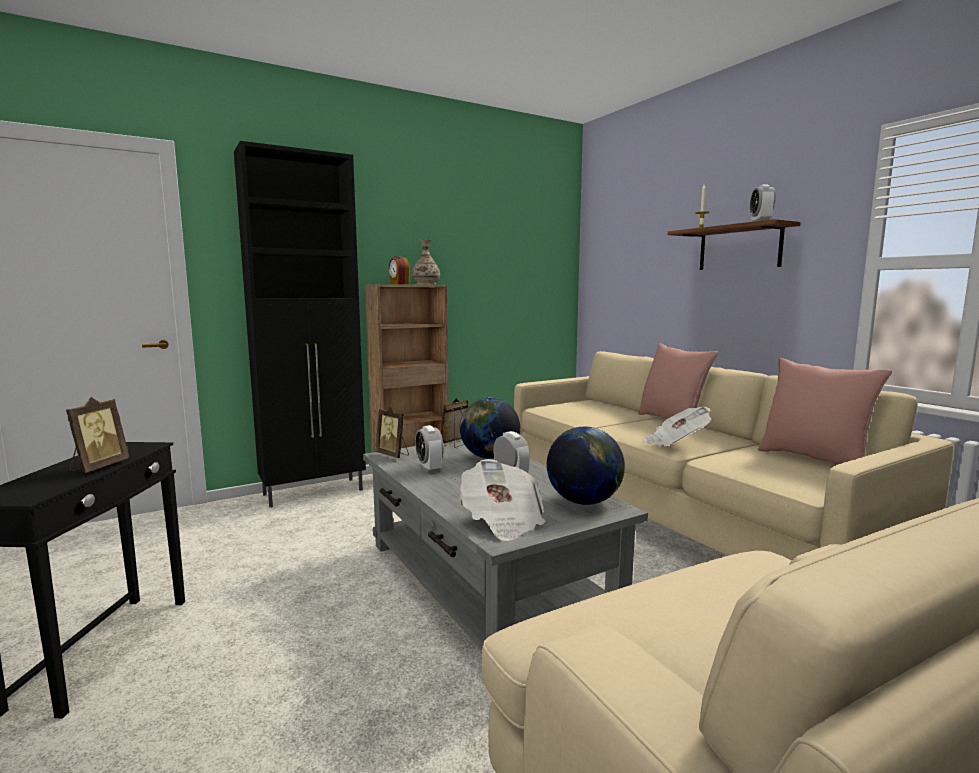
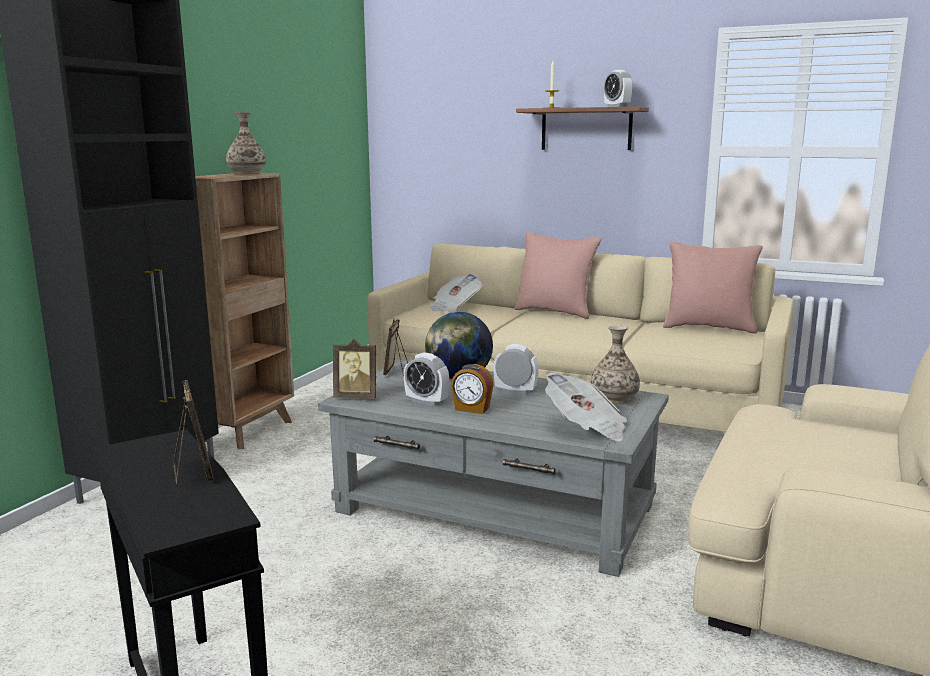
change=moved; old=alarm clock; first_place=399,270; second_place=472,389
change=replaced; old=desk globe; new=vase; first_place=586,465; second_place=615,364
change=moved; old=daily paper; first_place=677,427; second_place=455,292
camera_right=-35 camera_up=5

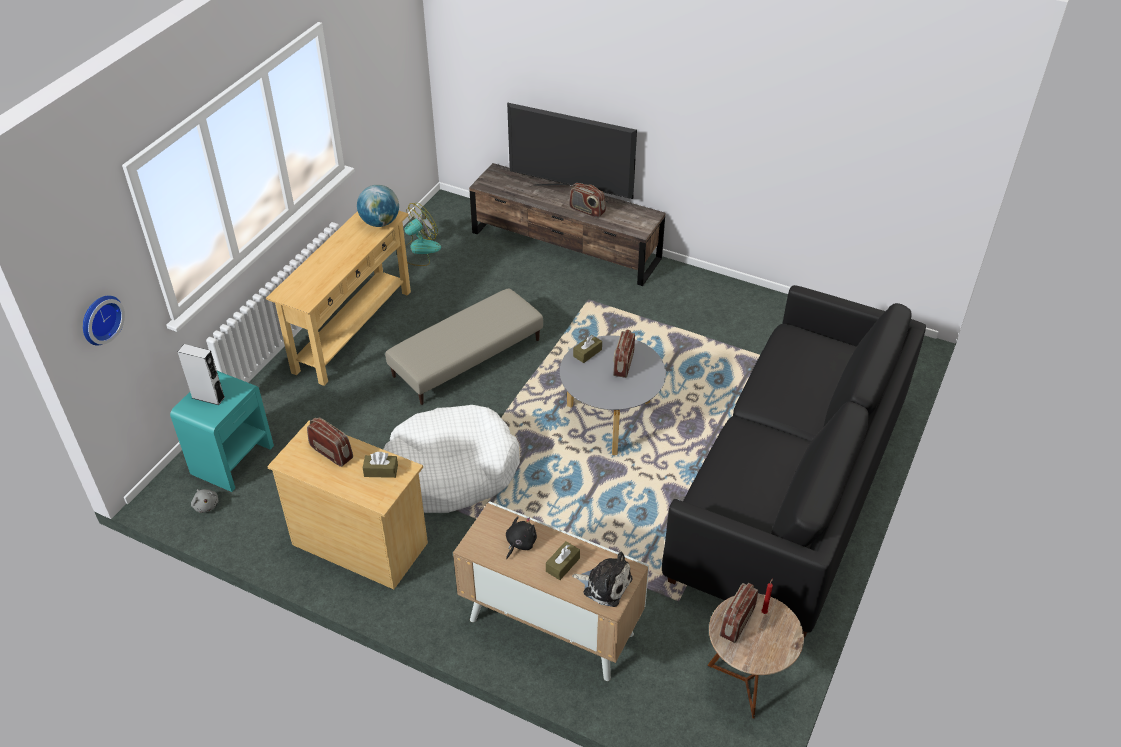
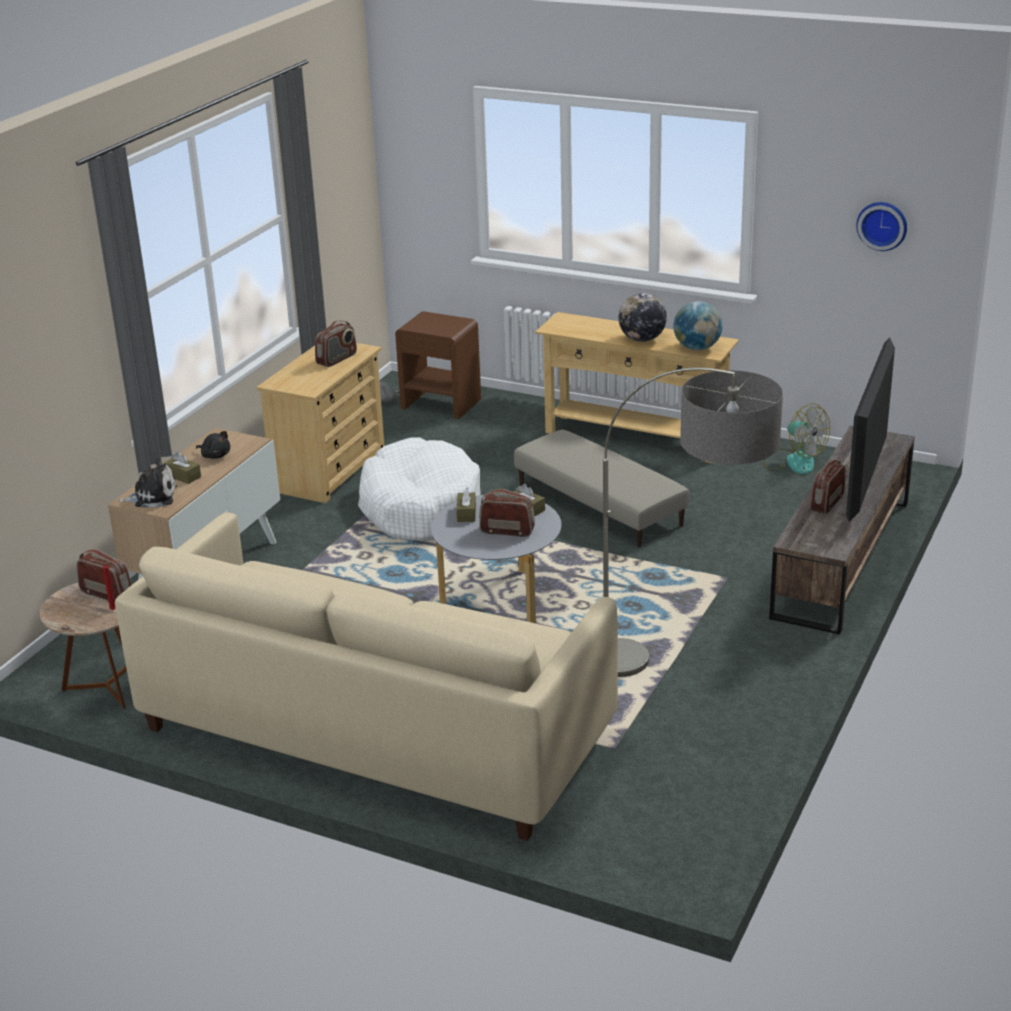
change=moved; old=clock on the wall; first_place=104,321; second_place=881,226
change=recoloured; old=bedside table (turquoise); new=bedside table (brown-coloured); first_place=222,431; second_place=438,365
change=removed; old=loudspeaker (gray); first_place=201,374
change=moved; old=tissue box (brown-coloured); first_place=380,465; second_place=466,504
change=turned; old=soft toy; first_place=602,579; second_place=147,483; degrees=-120
change=recoloured; old=sofa (black-coloured); new=sofa (beige); first_place=794,461; second_place=366,676
change=added; new=standard lamp; second_place=693,522
change=added; new=desk globe; second_place=643,317
camera_right=90 camera_up=-15

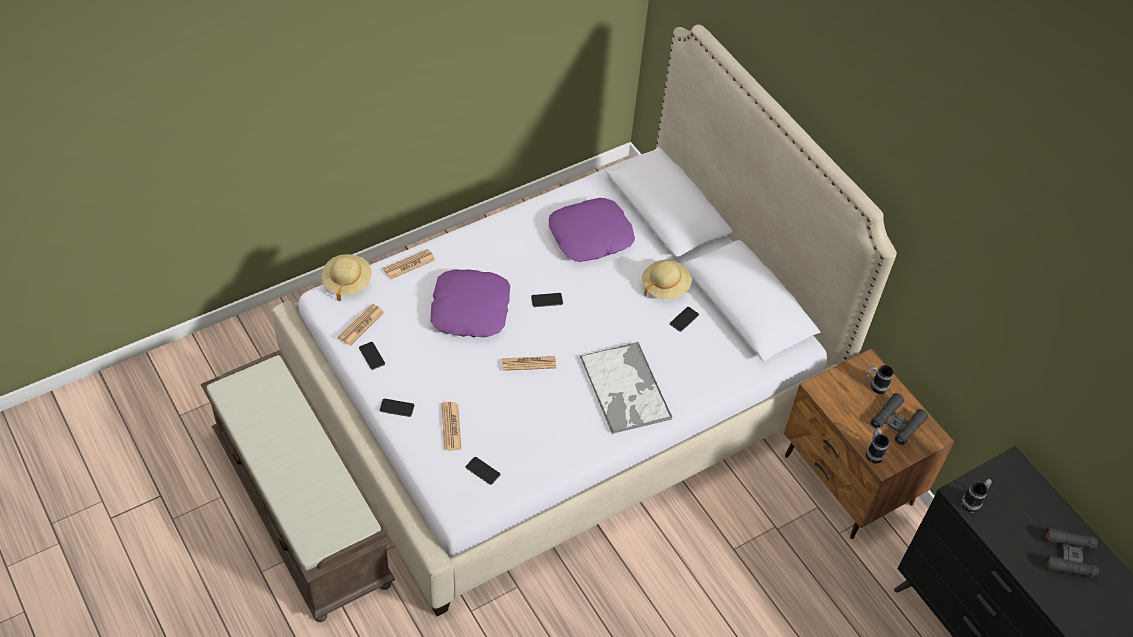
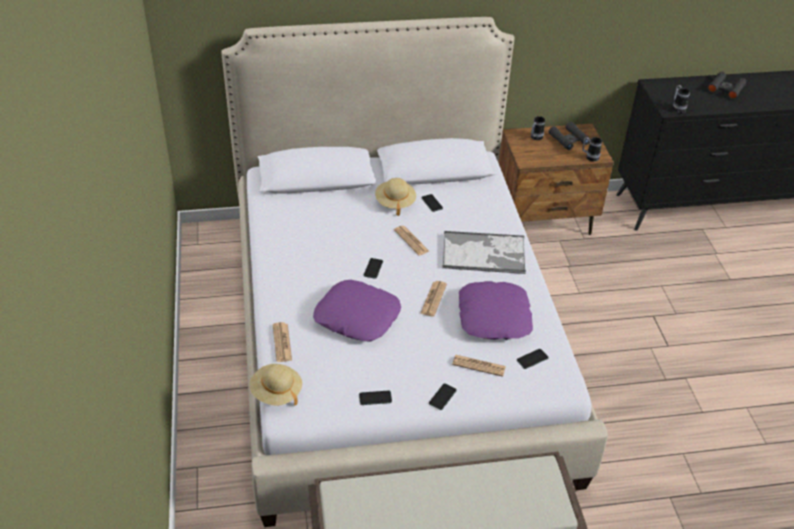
change=moved; old=daily paper; first_place=361,325; second_place=411,240
change=moved; old=cushion (purple-coloured); first_place=592,230; second_place=496,310
camera_right=-65 camera_up=-10

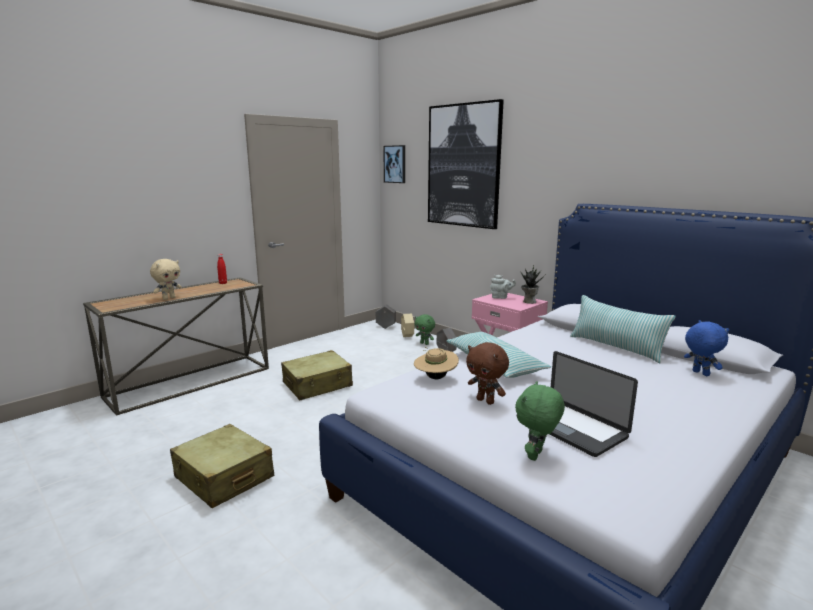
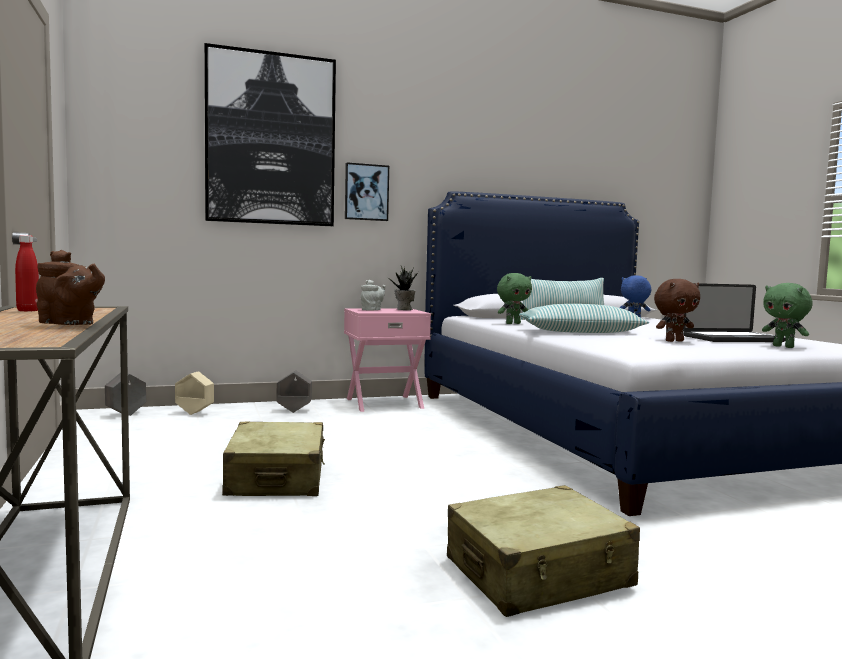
change=replaced; old=soft toy (beige); new=teapot (brown-coloured); first_place=166,279; second_place=70,287
change=moved; old=wall picture; first_place=394,164; second_place=367,191
change=removed; old=clothing hat (beige); first_place=436,363
change=moved; old=soft toy (green); first_place=425,329; second_place=514,298
camera_right=-65 camera_up=-10

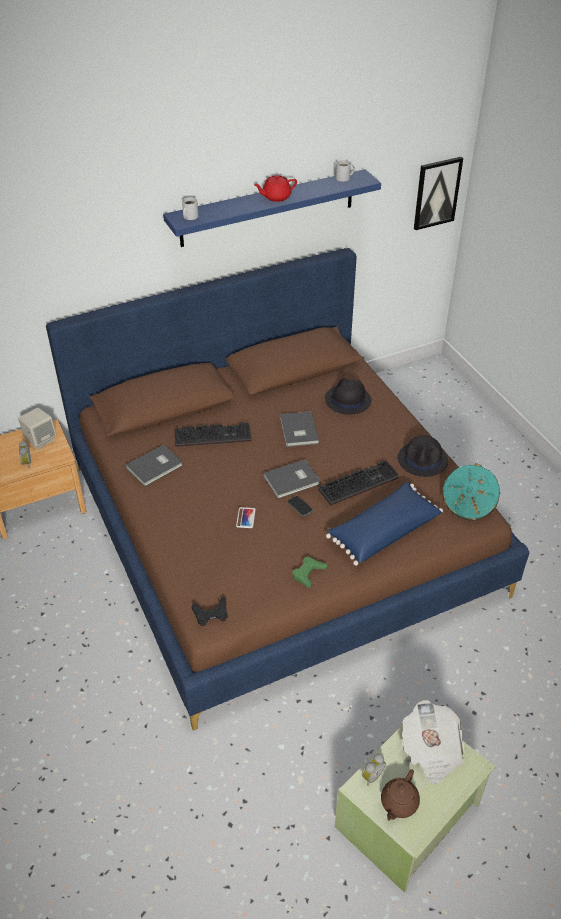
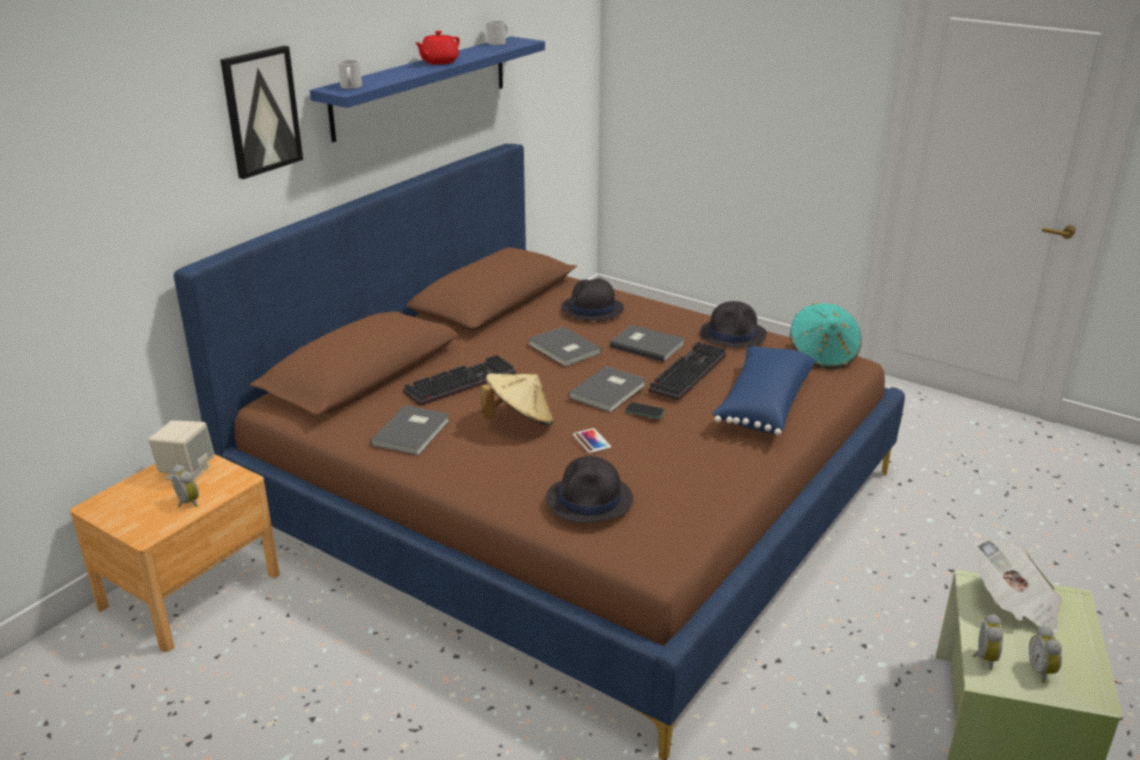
change=removed; old=gamepad (black-coloured); first_place=209,611
change=removed; old=gamepad (green); first_place=310,572
change=replaced; old=teapot (brown-coloured); new=alarm clock; first_place=400,795; second_place=1045,654
change=moved; old=wall picture; first_place=438,193; second_place=261,112
change=added; new=clothing hat (beige); second_place=517,399
change=added; new=clothing hat (black-coloured); second_place=589,489
change=added; new=book (gray); second_place=647,343
camera_right=-30 camera_up=-15

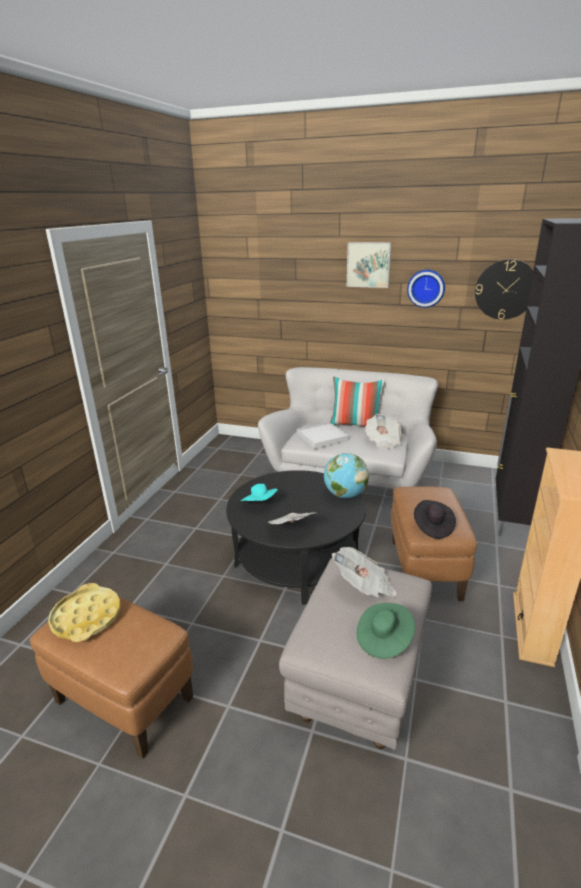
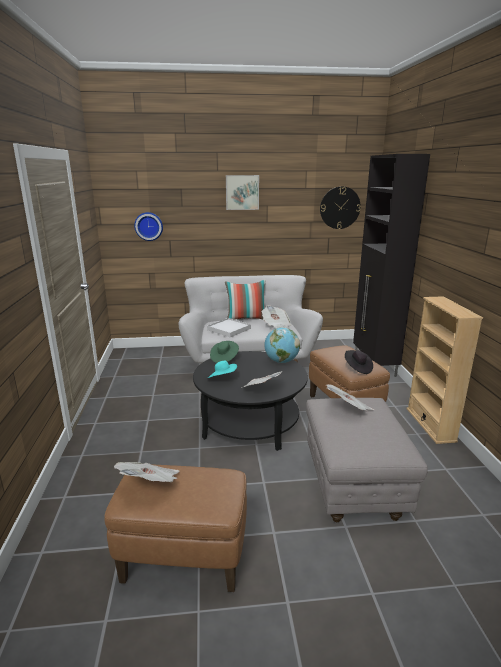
change=replaced; old=serving tray (yellow); new=daily paper; first_place=84,612; second_place=146,472
change=moved; old=clothing hat (green); first_place=386,631; second_place=224,352
change=moved; old=clock on the wall; first_place=426,289; second_place=148,226
camera_right=-25 camera_up=-5

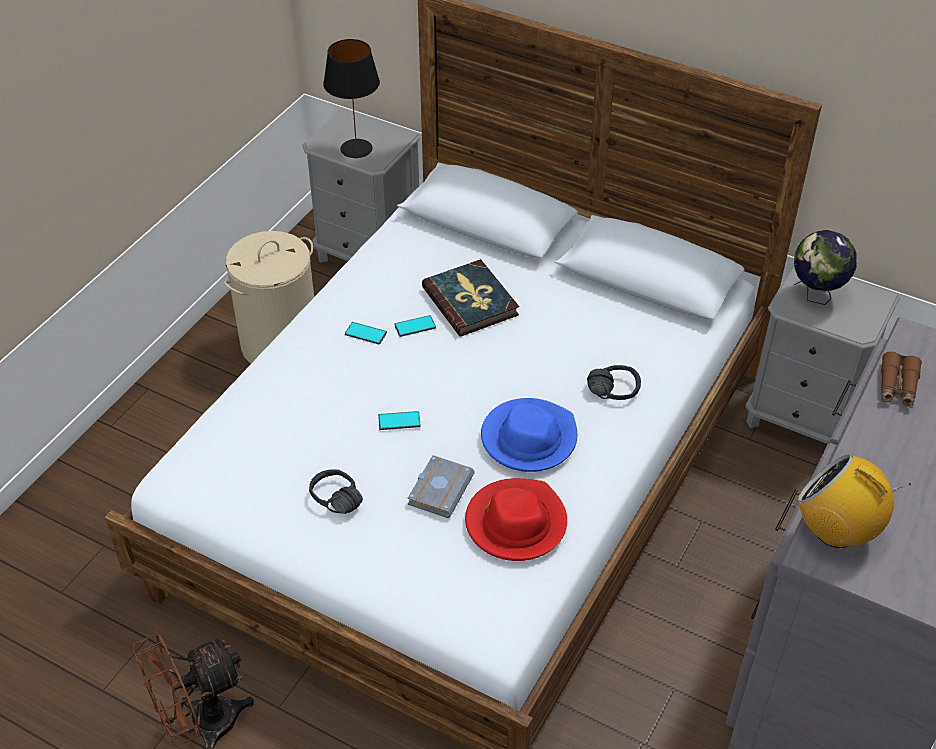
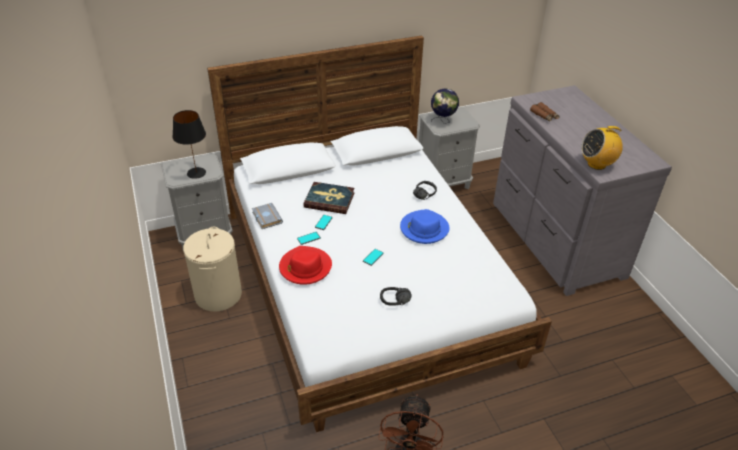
change=moved; old=book (gray); first_place=441,486; second_place=267,216
change=moved; old=clothing hat (red); first_place=516,519; second_place=305,265
camera_right=-50 camera_up=-5

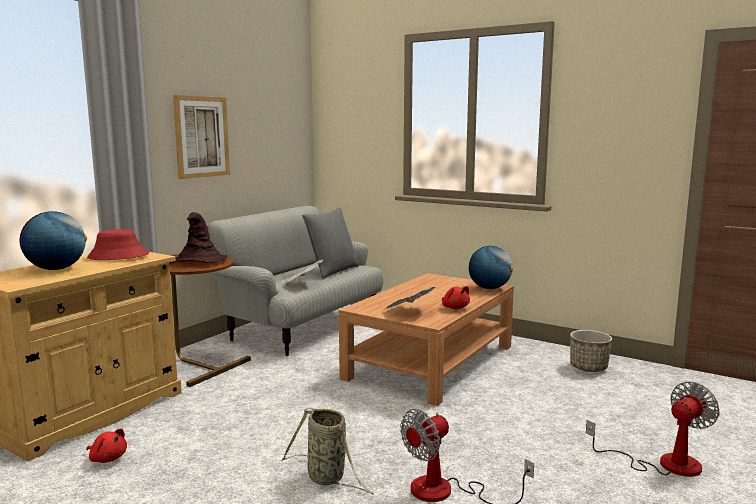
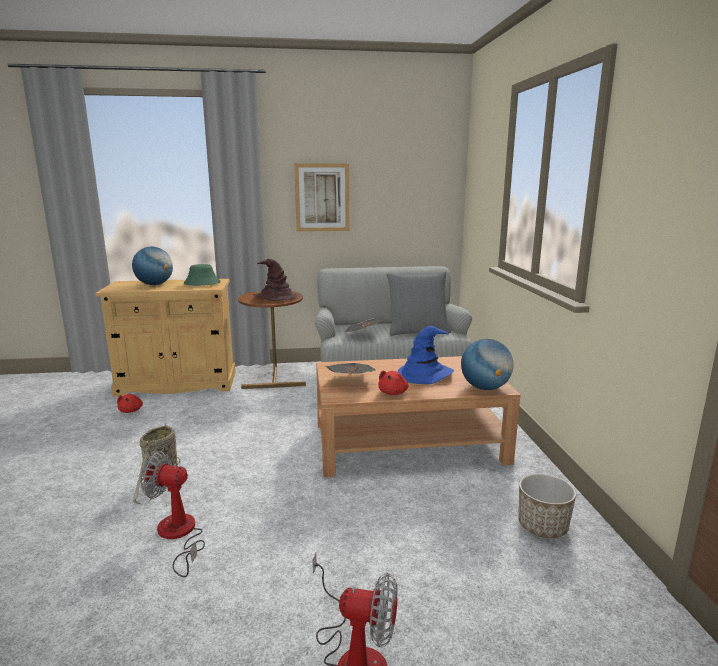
change=recoloured; old=clothing hat (red); new=clothing hat (green); first_place=118,244; second_place=202,275
change=added; new=clothing hat (blue); second_place=426,355
camera_right=50 camera_up=5

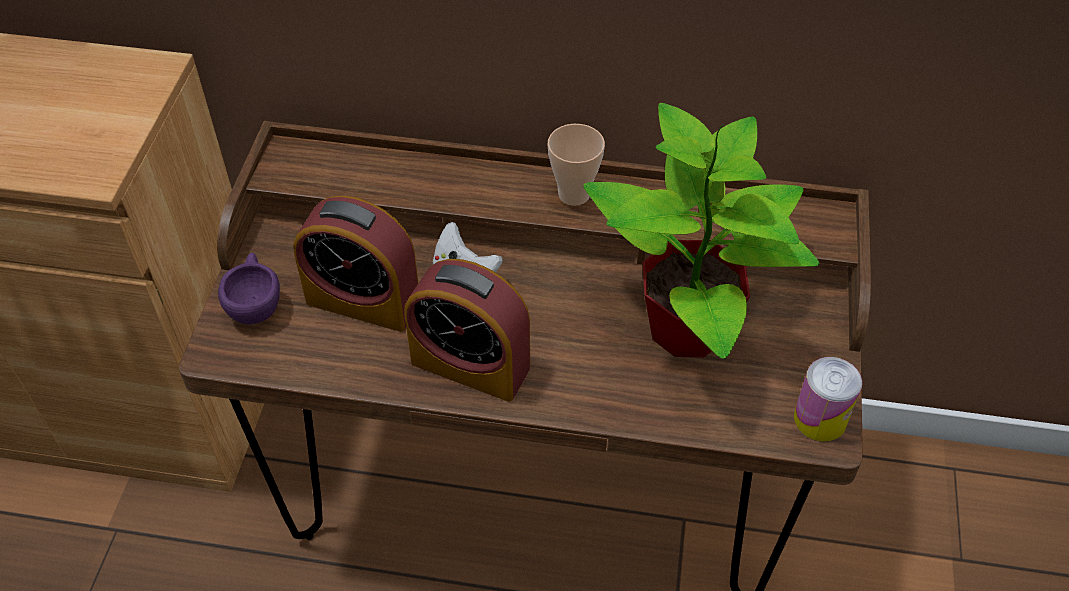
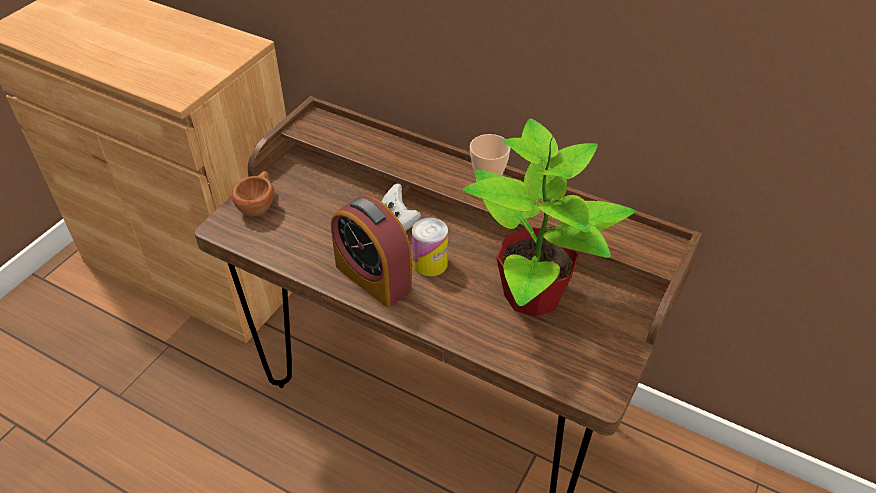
change=recoloured; old=small cup (purple-coloured); new=small cup (brown-coloured); first_place=249,288; second_place=252,193
change=removed; old=alarm clock; first_place=355,264
change=moved; old=can; first_place=828,399; second_place=430,247
camera_right=20 camera_up=-5

